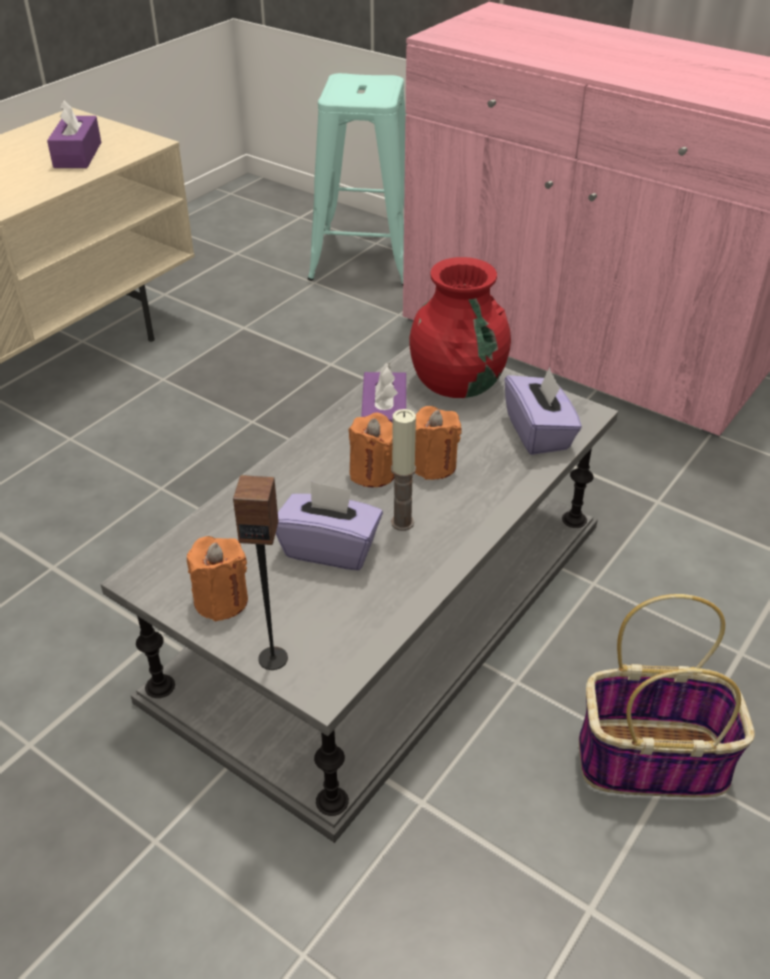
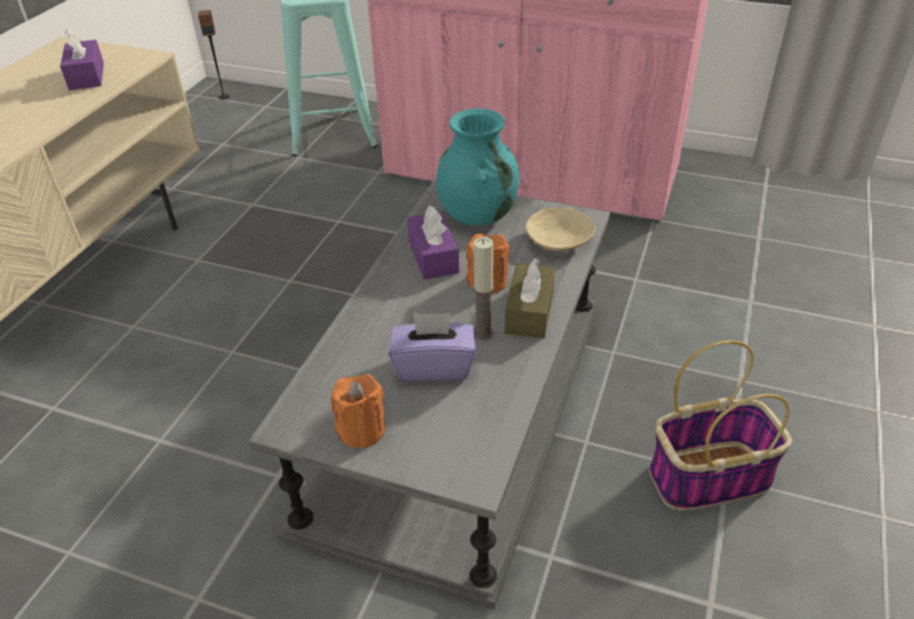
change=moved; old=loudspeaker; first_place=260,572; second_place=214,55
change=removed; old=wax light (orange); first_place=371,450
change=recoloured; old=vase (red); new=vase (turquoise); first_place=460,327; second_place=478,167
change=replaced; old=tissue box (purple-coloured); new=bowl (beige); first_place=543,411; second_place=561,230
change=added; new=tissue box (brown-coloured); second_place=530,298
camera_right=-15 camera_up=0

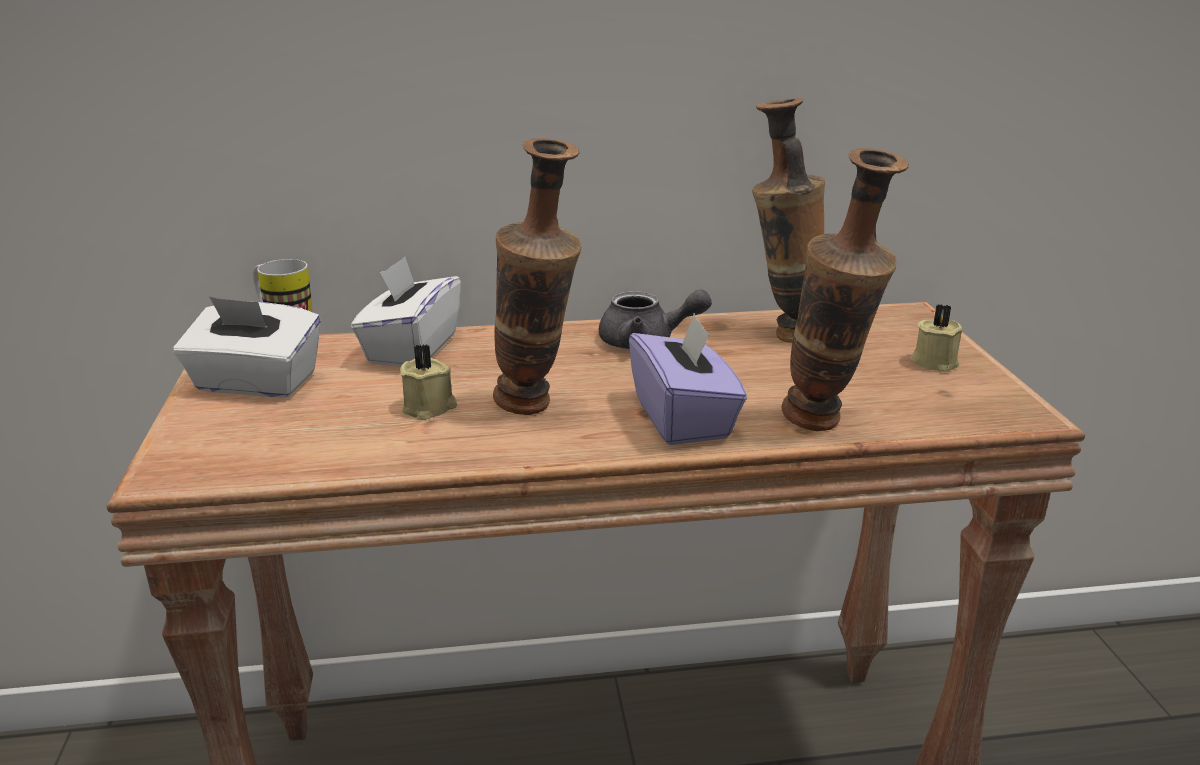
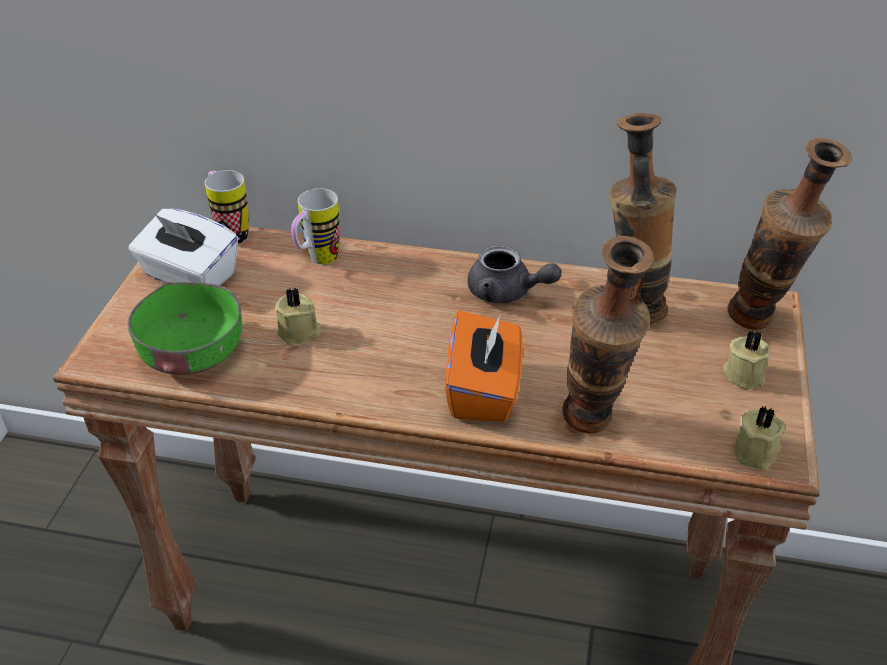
change=replaced; old=tissue box (white); new=coffee mug; first_place=406,311; second_place=315,226
change=moved; old=vase; first_place=537,276; second_place=789,234
change=recoloured; old=tissue box (purple-coloured); new=tissue box (orange); first_place=688,379; second_place=484,366
change=added; new=bowl (green); second_place=185,328
change=added; new=wax light (beige); second_place=759,438
camera_right=20 camera_up=15

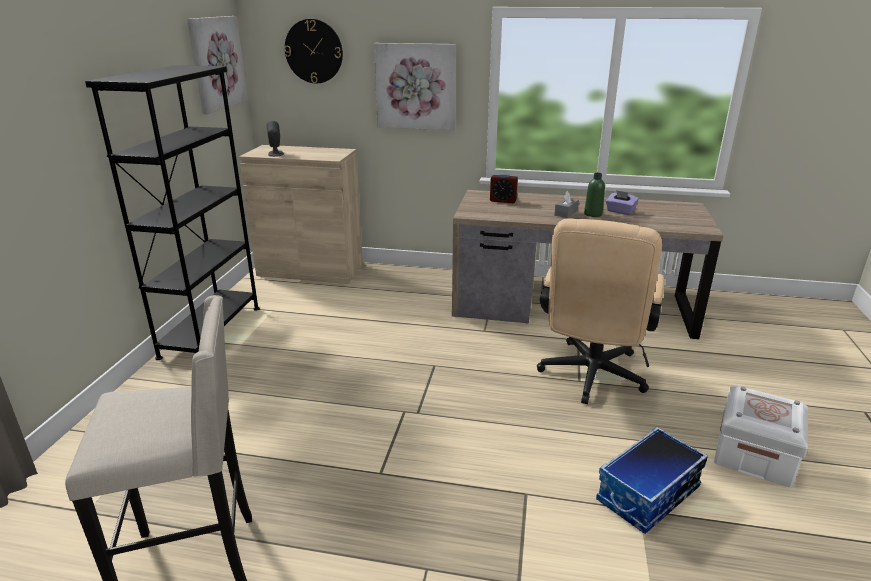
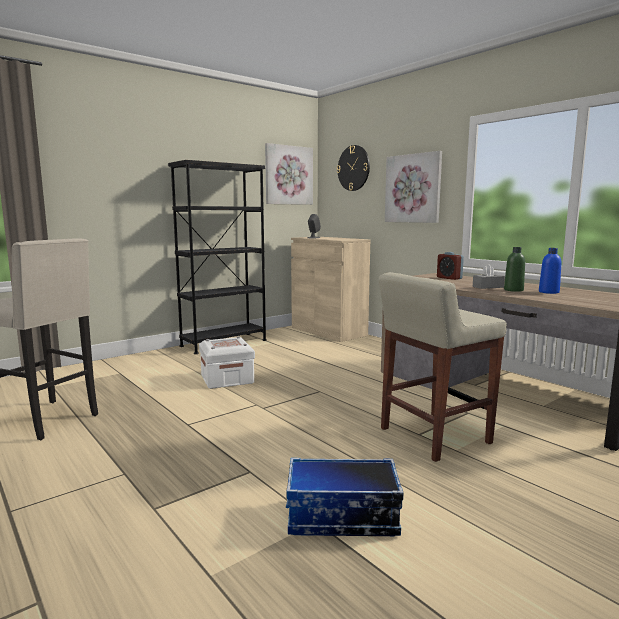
change=replaced; old=desk chair (beige); new=stool seat (beige); first_place=600,311; second_place=443,367
change=replaced; old=tissue box (purple-coloured); new=drink bottle (blue); first_place=622,202; second_place=550,271
change=moved; old=storage container (white); first_place=761,437; second_place=227,362
camera_right=40 camera_up=-15

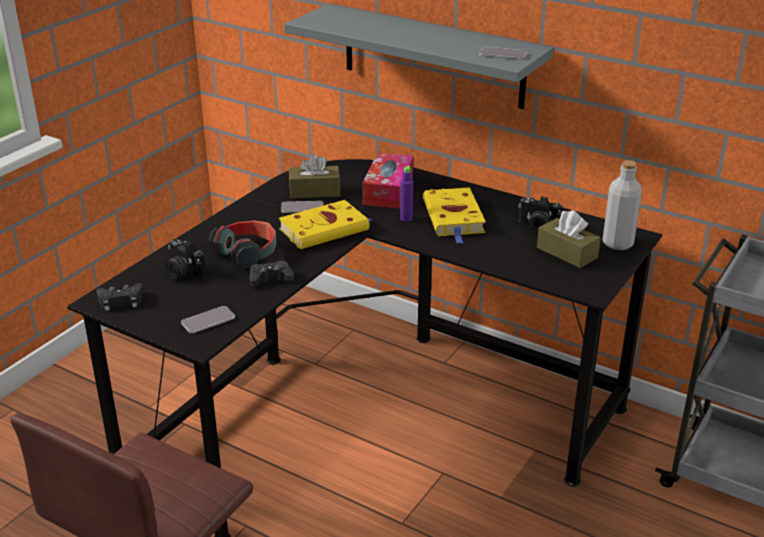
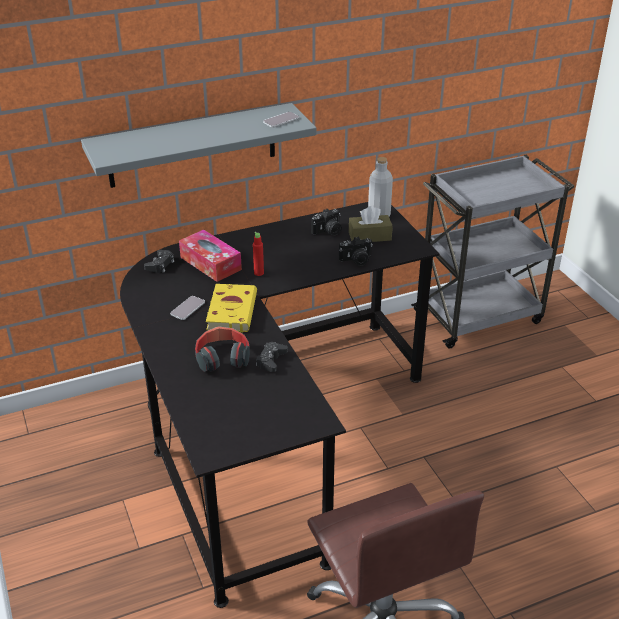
change=moved; old=gamepad (black-coloured); first_place=120,297; second_place=159,261
change=moved; old=still camera; first_place=185,259; second_place=356,251
change=removed; old=telephone; first_place=208,320
change=removed; old=tissue box (brown-coloured); first_place=314,176
change=recoloured; old=drink bottle (purple-coloured); new=drink bottle (red); first_place=406,194; second_place=258,254
change=removed; old=book (yellow); first_place=454,215
camera_right=-55 camera_up=5

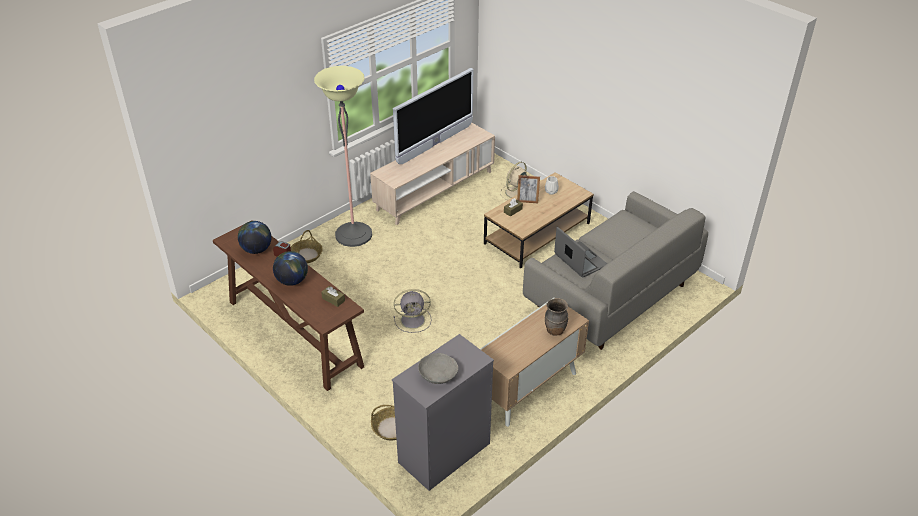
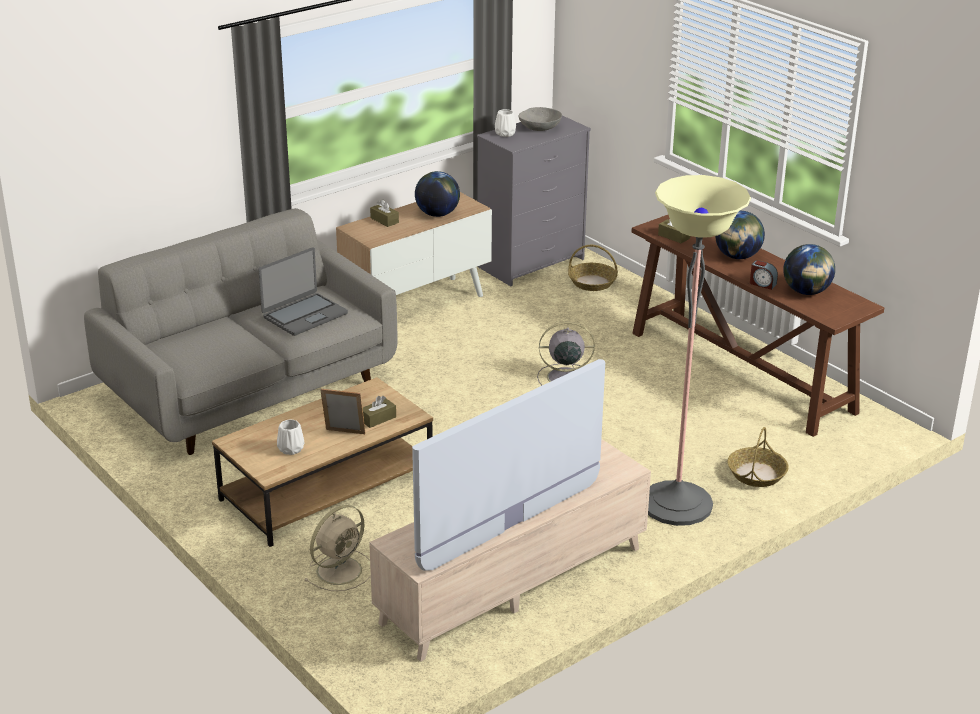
change=replaced; old=vase (brown-coloured); new=tissue box (brown-coloured); first_place=556,316; second_place=384,213
change=turned; old=notebook computer; first_place=580,252; second_place=303,291; degrees=-105
change=added; new=desk globe; second_place=437,194
change=added; new=vase (white); second_place=505,123
camera_right=-175 camera_up=-10

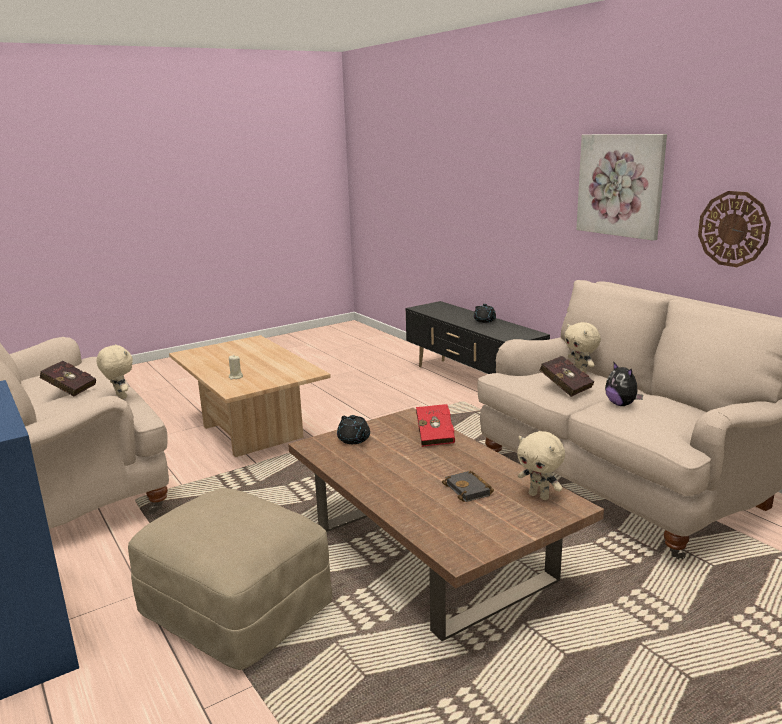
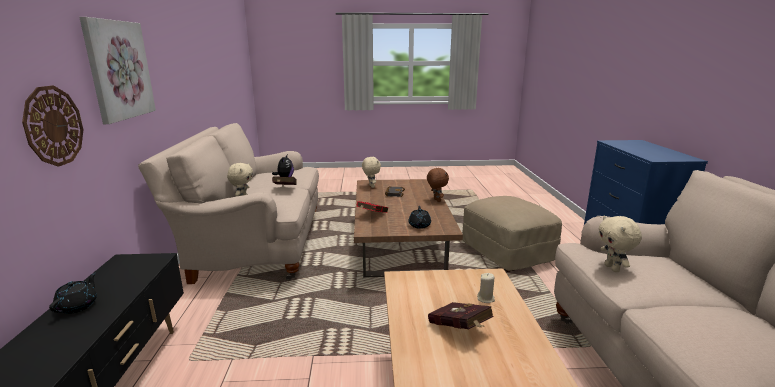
change=moved; old=book (red); first_place=68,378; second_place=460,315
change=moved; old=clock on the wall; first_place=734,229; second_place=52,126
change=added; new=soft toy (brown-coloured); second_place=438,185
camera_right=-150 camera_up=0

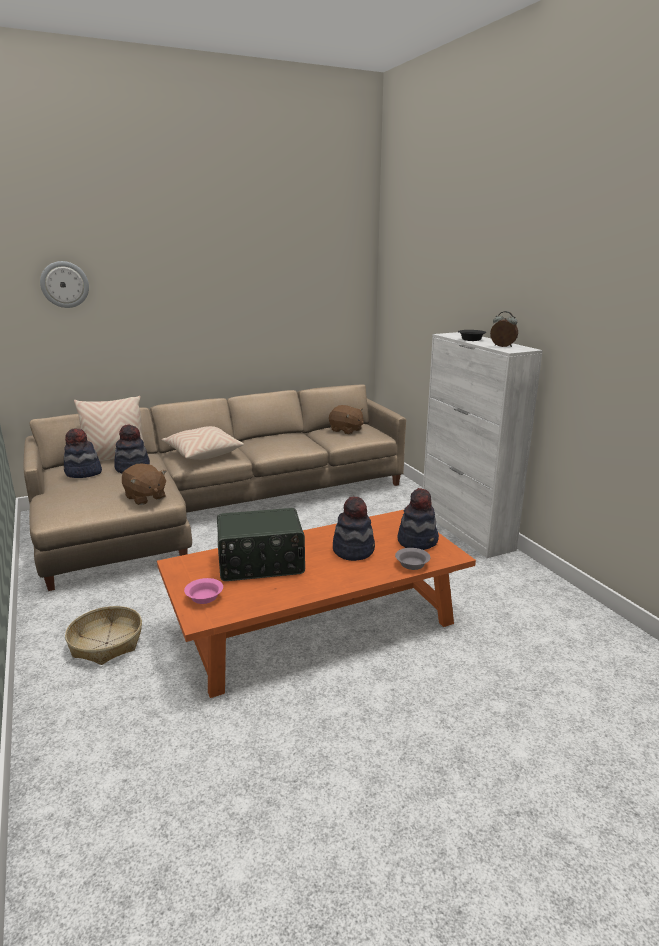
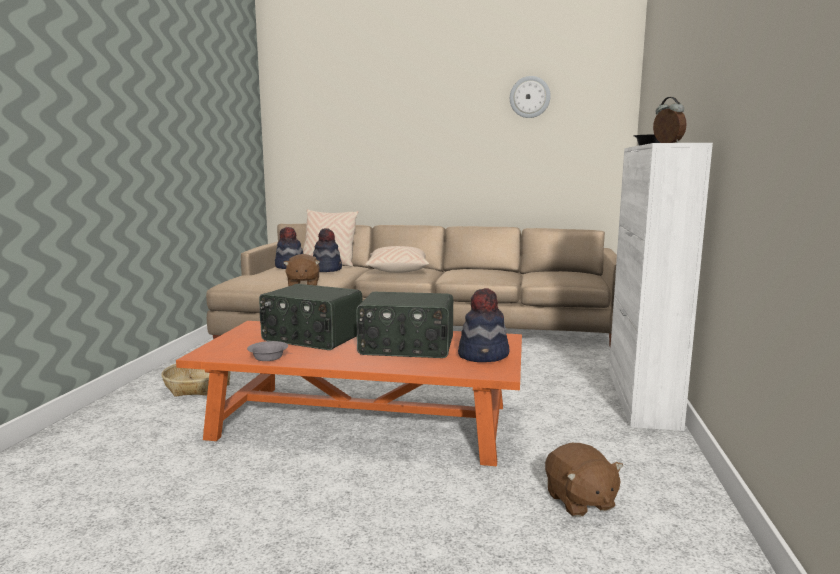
change=moved; old=clock on the wall; first_place=64,284; second_place=530,97
change=removed; old=bowl (pink-coloured); first_place=203,591
change=moved; old=soft toy (brown-coloured); first_place=346,420; second_place=584,480
change=replaced; old=clothing hat; new=radio set; first_place=354,528; second_place=404,325
change=moved; old=bowl (gray); first_place=412,559; second_place=267,351
camera_right=35 camera_up=-10

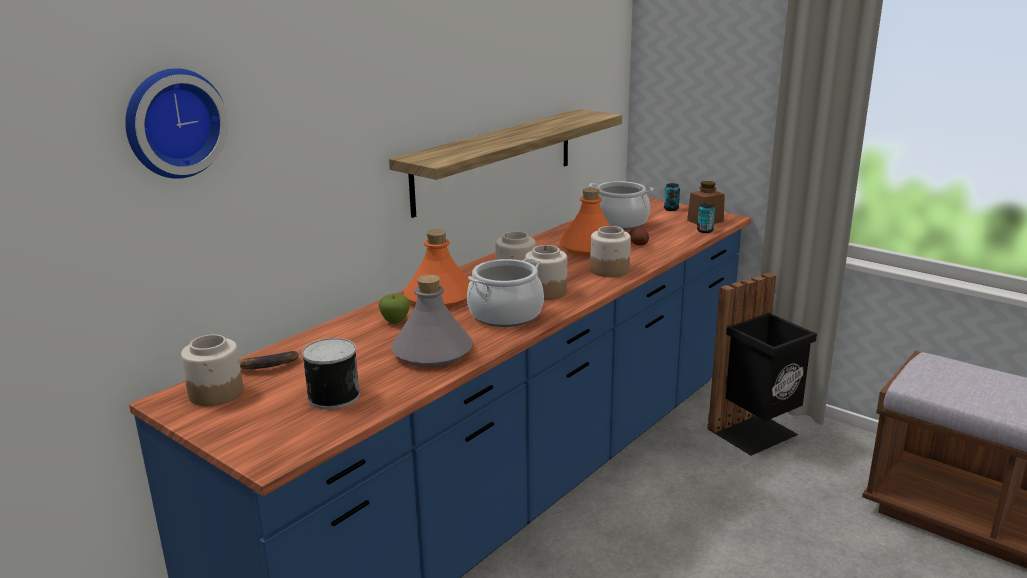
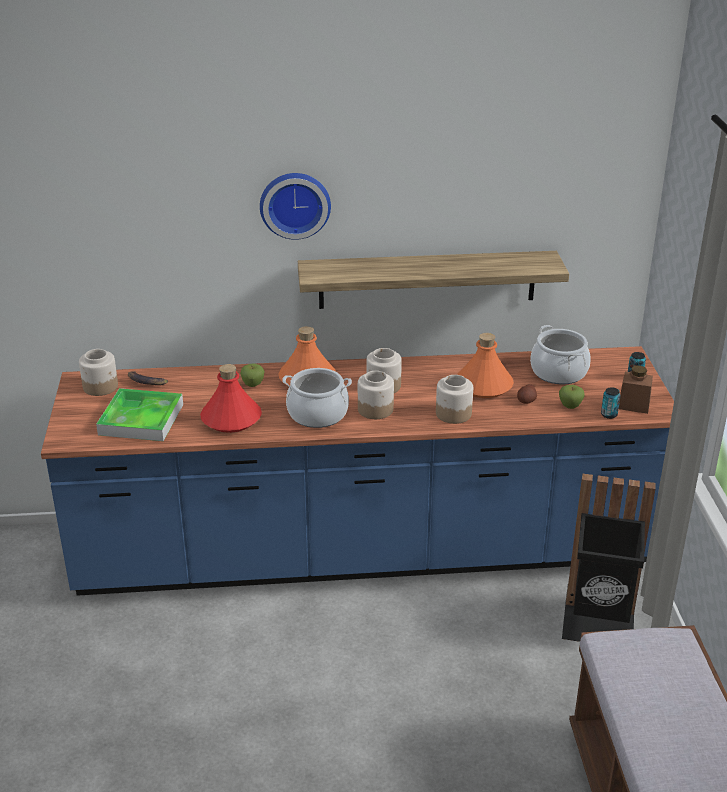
change=moved; old=clock on the wall; first_place=176,123; second_place=295,206
change=replaced; old=can; new=serving tray; first_place=331,373; second_place=139,414
change=recoloured; old=drink bottle (gray); new=drink bottle (red); first_place=432,321; second_place=231,398
change=added; new=whole apple; second_place=572,397
camera_right=45 camera_up=10

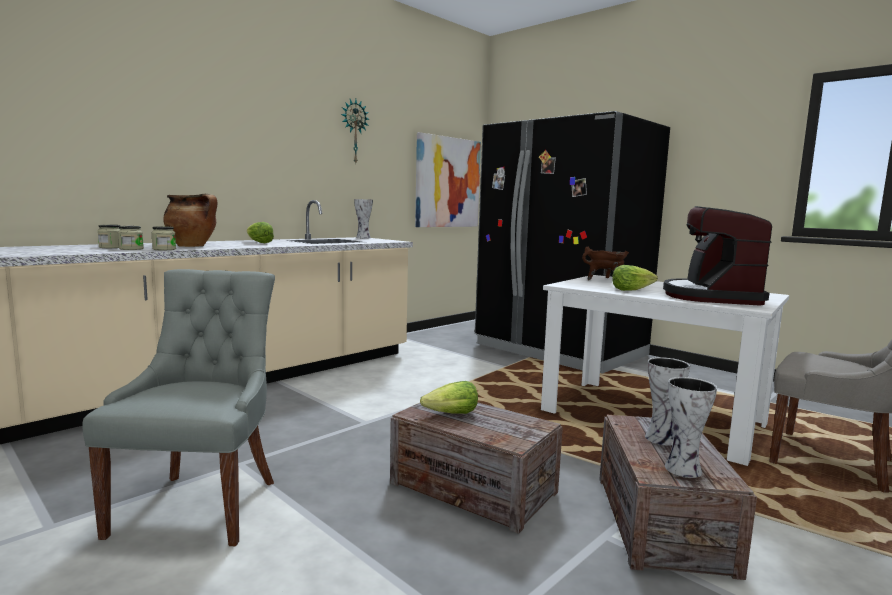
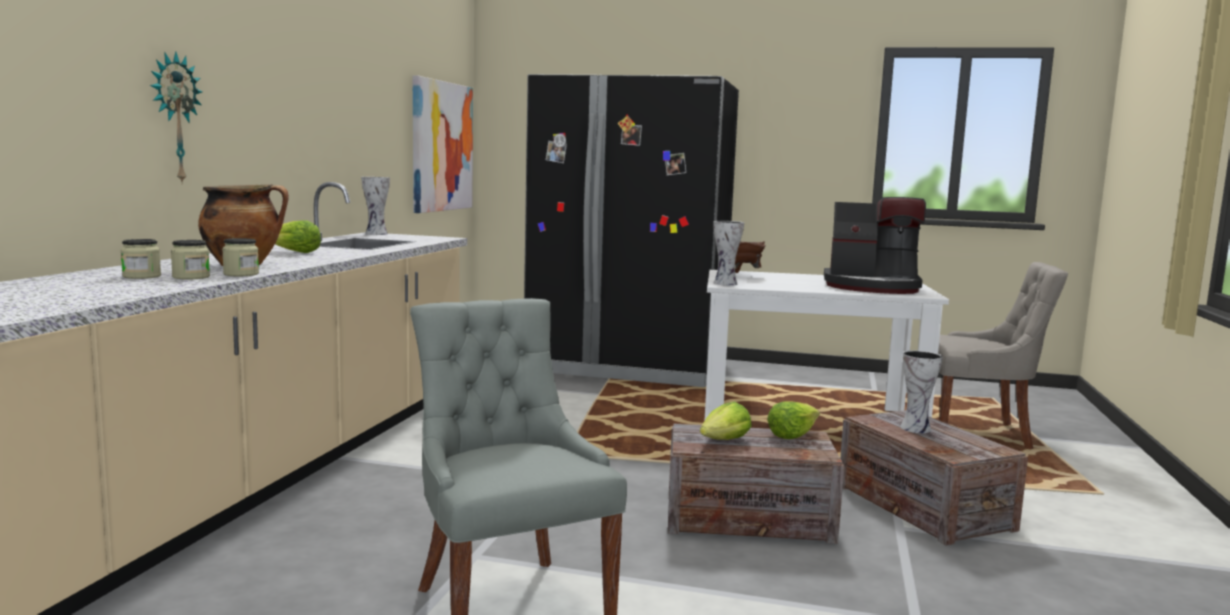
change=moved; old=clock on the wall; first_place=355,132; second_place=176,117
change=moved; old=head of lettuce; first_place=635,278; second_place=793,420
change=turned; old=coffee machine; first_place=717,256; second_place=875,245; degrees=-60
change=moved; old=vase; first_place=691,427; second_place=728,253
camera_right=-30 camera_up=0

